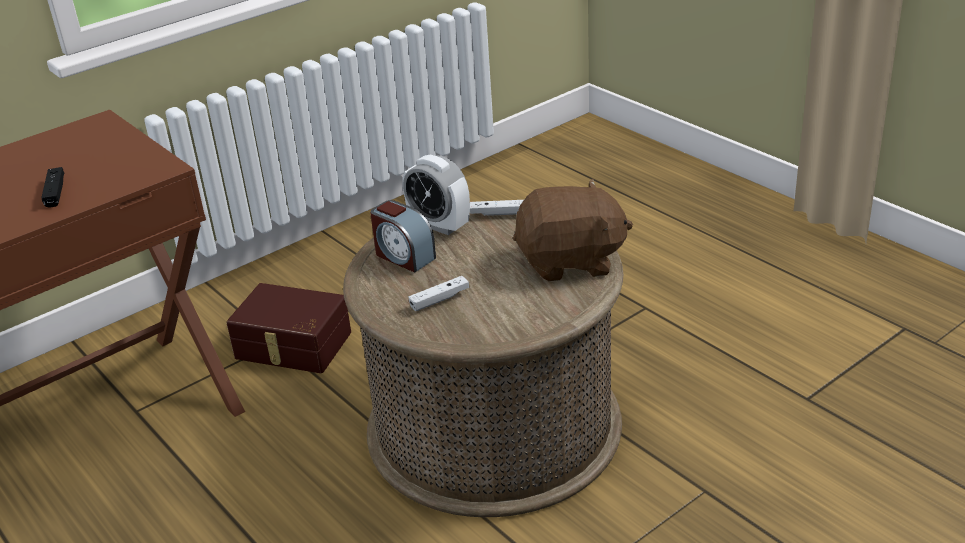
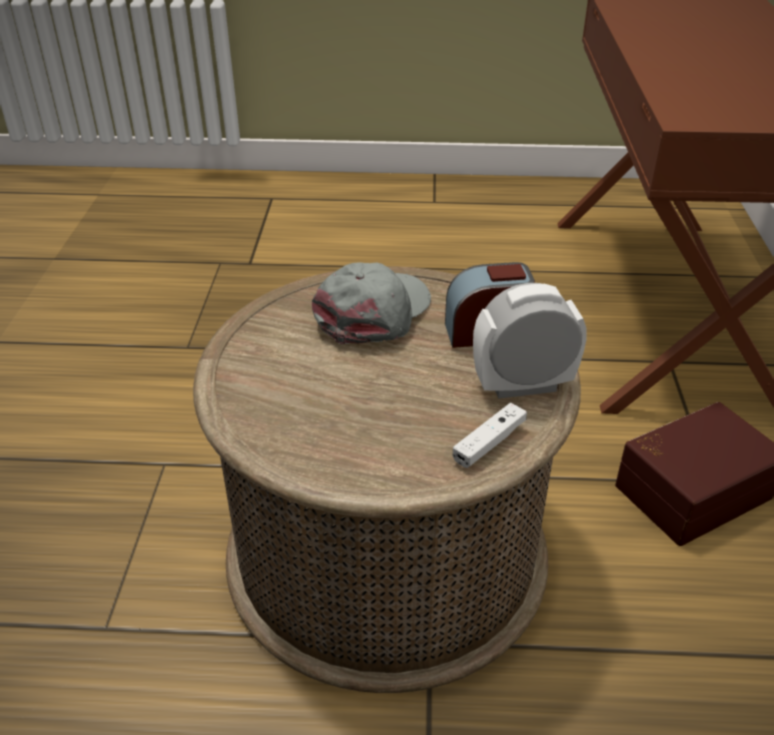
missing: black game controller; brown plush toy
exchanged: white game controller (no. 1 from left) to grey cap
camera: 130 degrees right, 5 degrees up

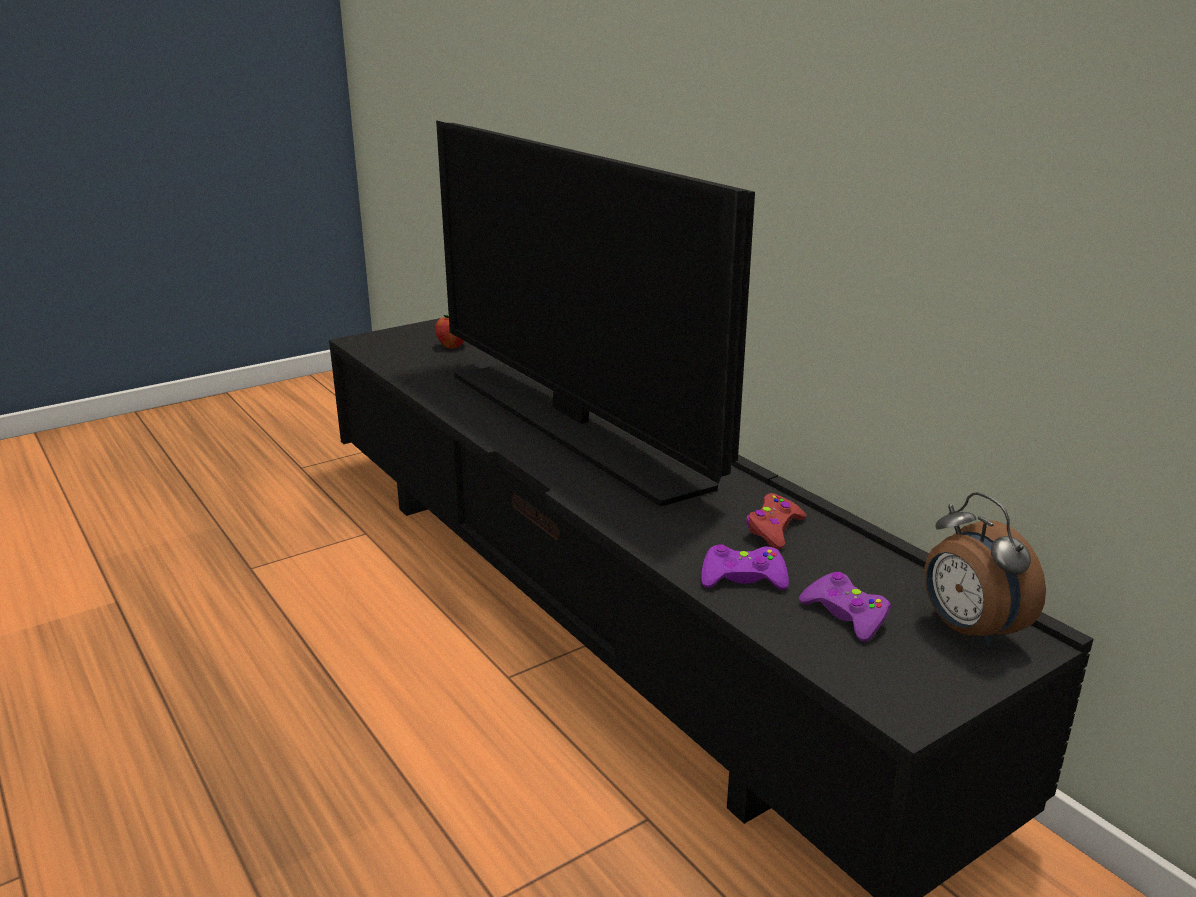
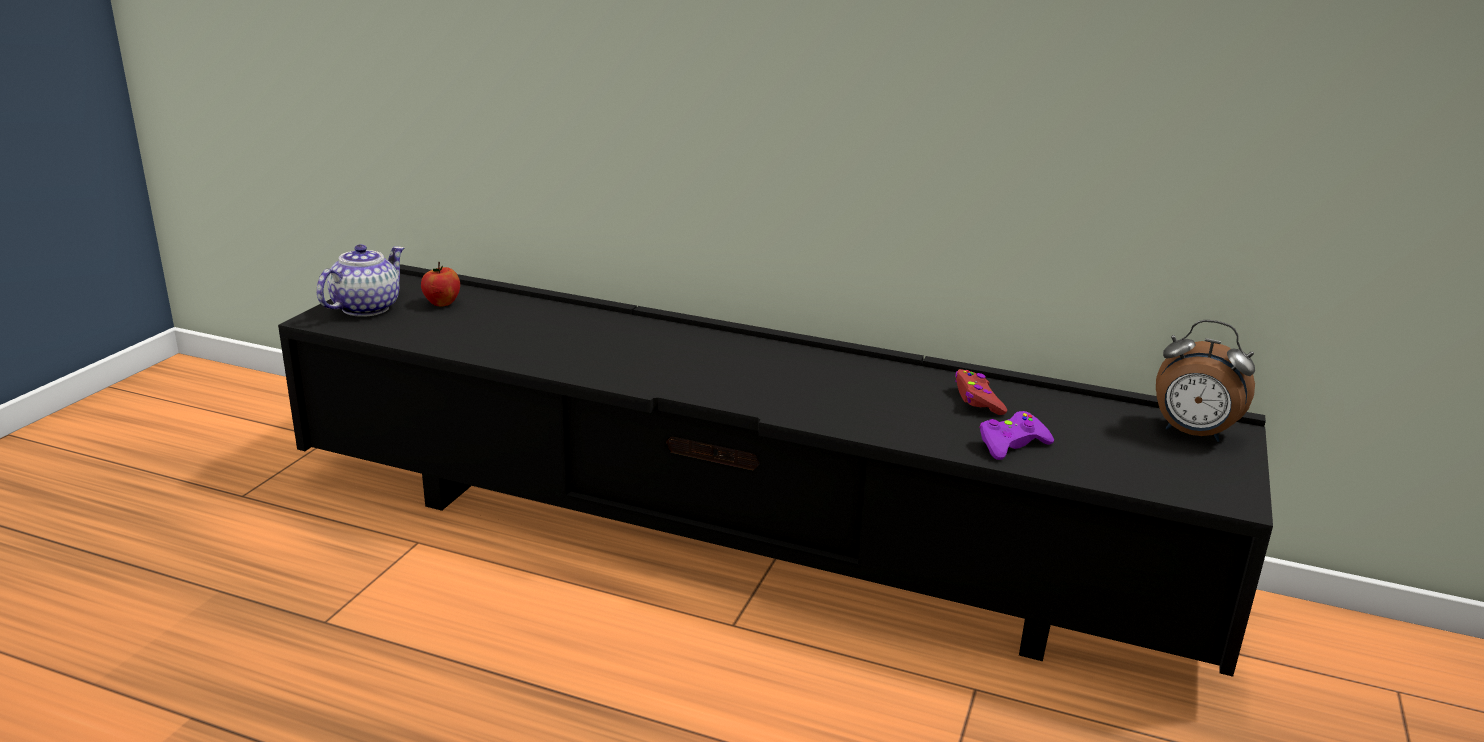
missing: television; purple game controller (no. 2 from left)
appeared: teapot
camera: 35 degrees left, 0 degrees up

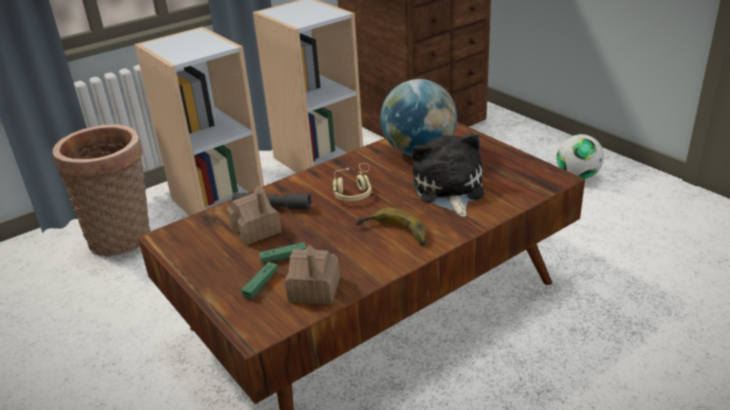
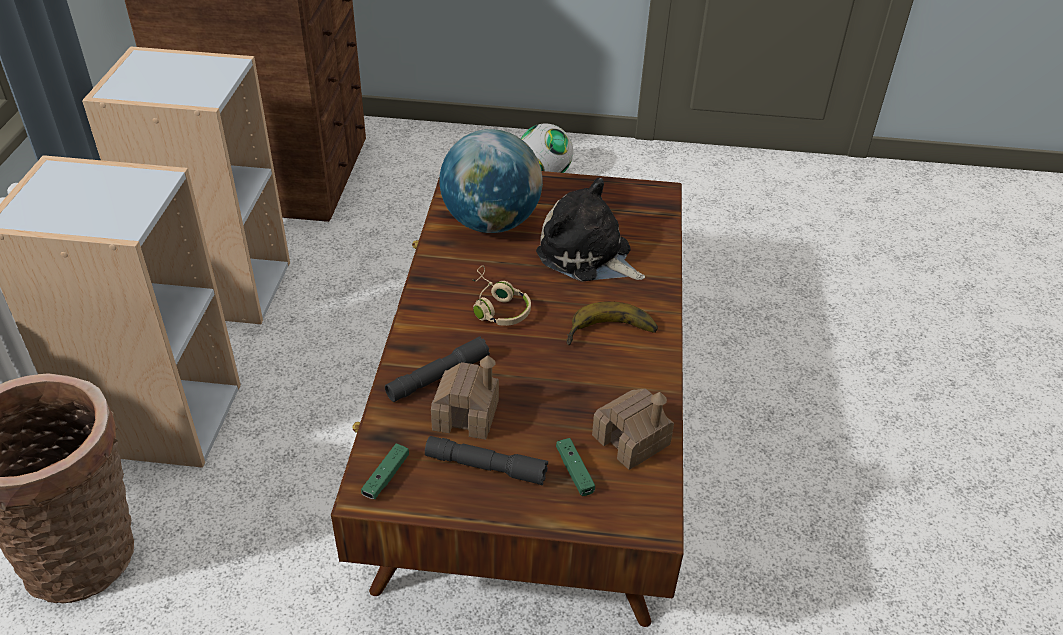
appeared: grey flashlight (no. 2 from left)
relocated: green game controller (no. 2 from left in the first image) to green game controller (no. 1 from left)
camera: 50 degrees left, 10 degrees up

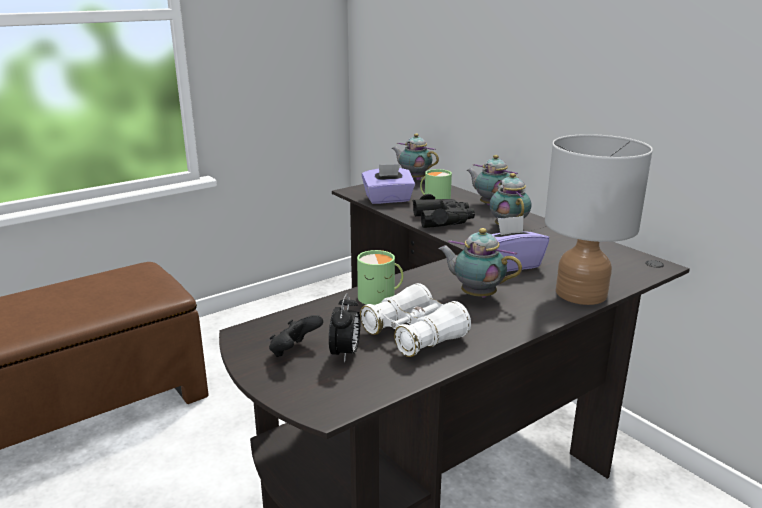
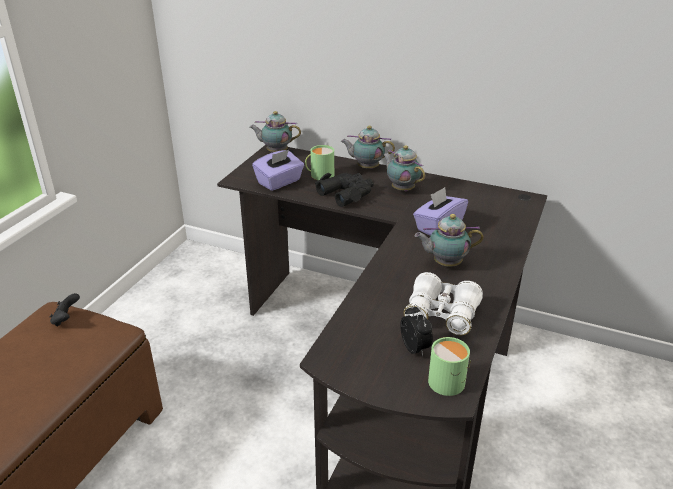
missing: grey table lamp
relocated: green mug (no. 1 from left in the first image) to green mug (no. 2 from left); black game controller
camera: 30 degrees left, 10 degrees up

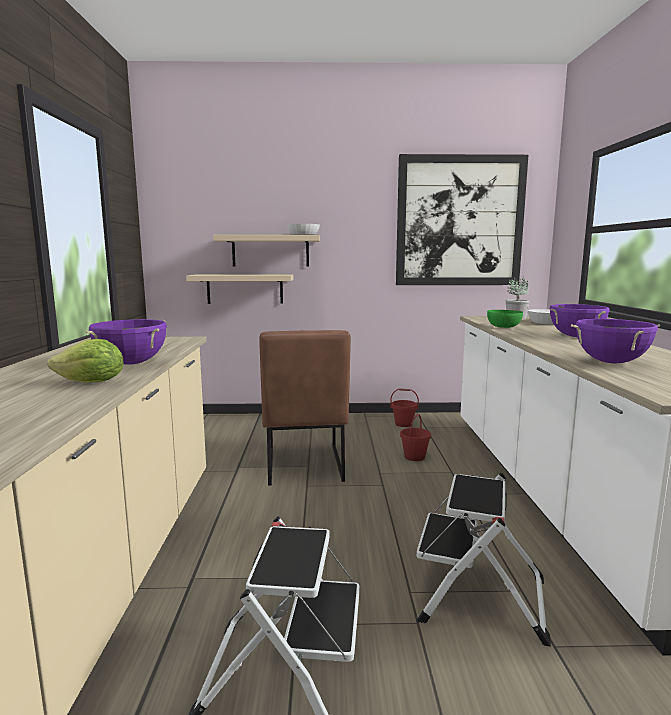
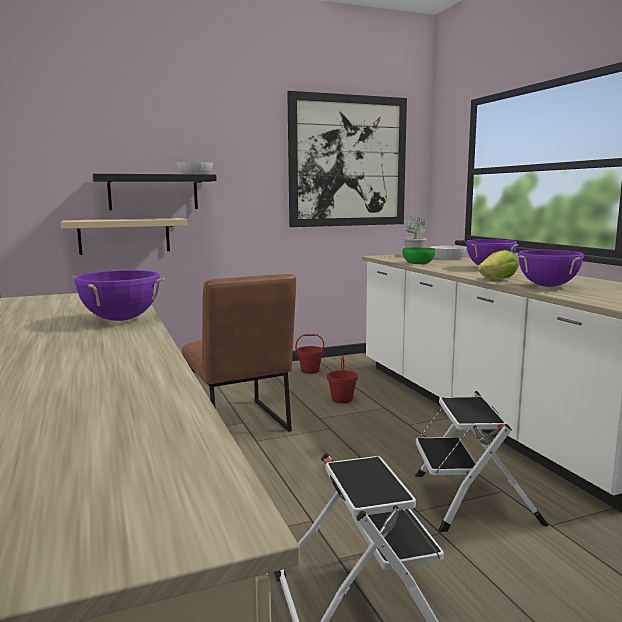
relocated: lettuce
colour: beige shelf (no. 2 from left) to black shelf
camera: 20 degrees left, 0 degrees up

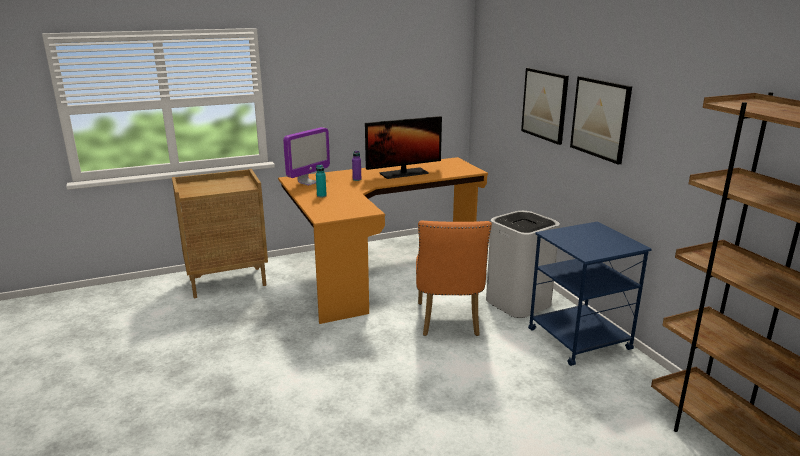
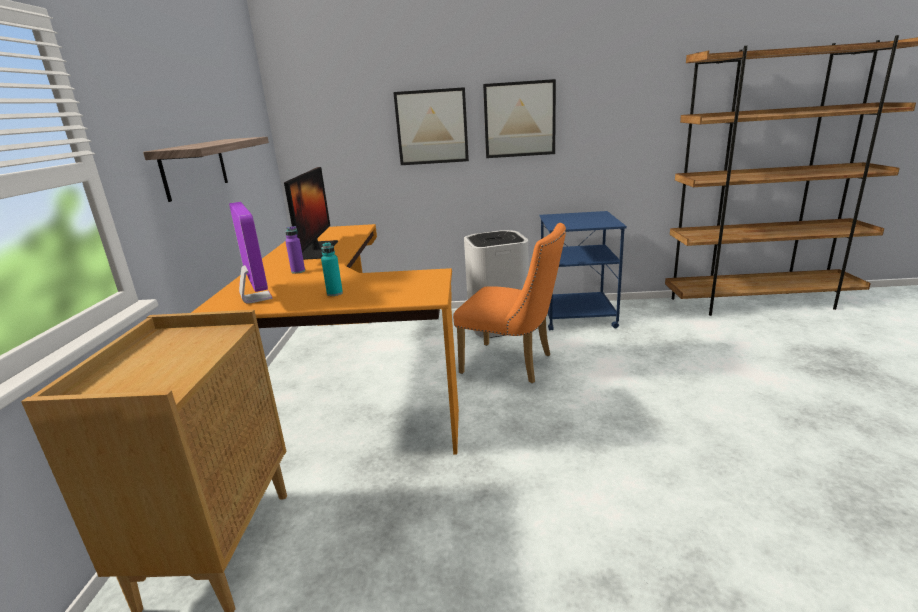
appeared: shelf
camera: 65 degrees left, 0 degrees up

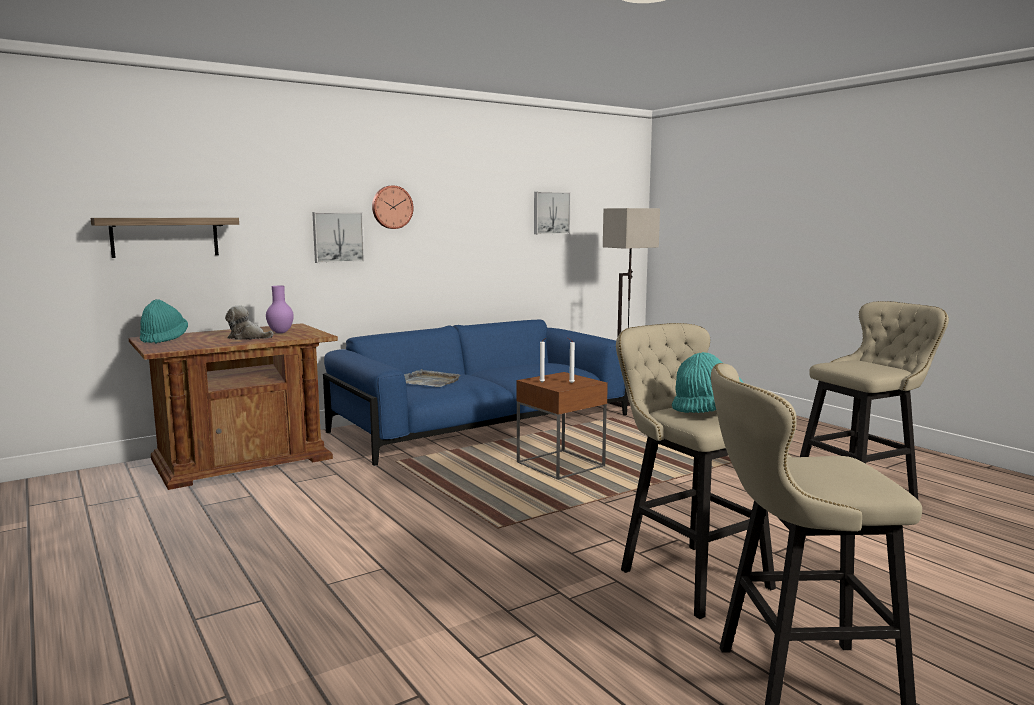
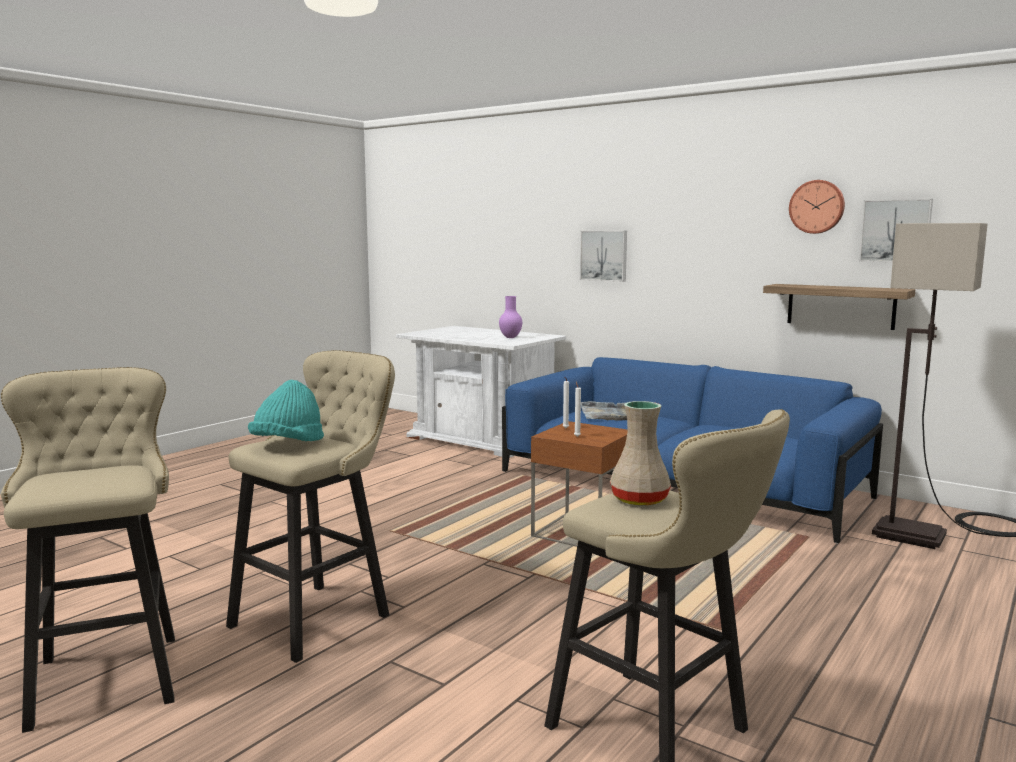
missing: turquoise hat (no. 1 from left); plush toy
appeared: beige vase
relocated: wall clock; shelf
colour: brown cabinet to white cabinet
camera: 70 degrees right, 0 degrees up

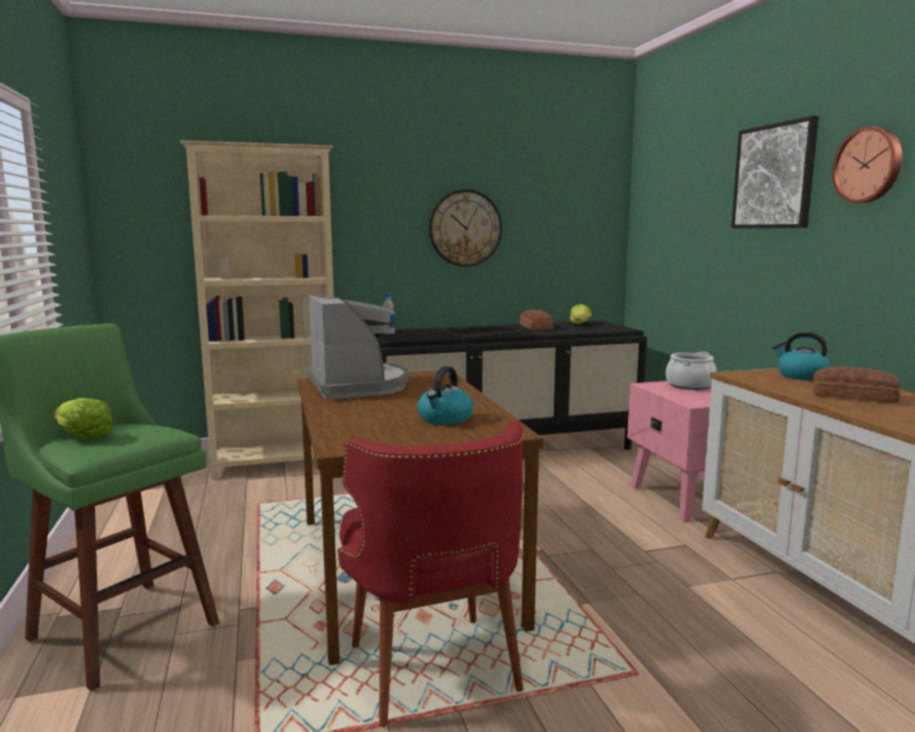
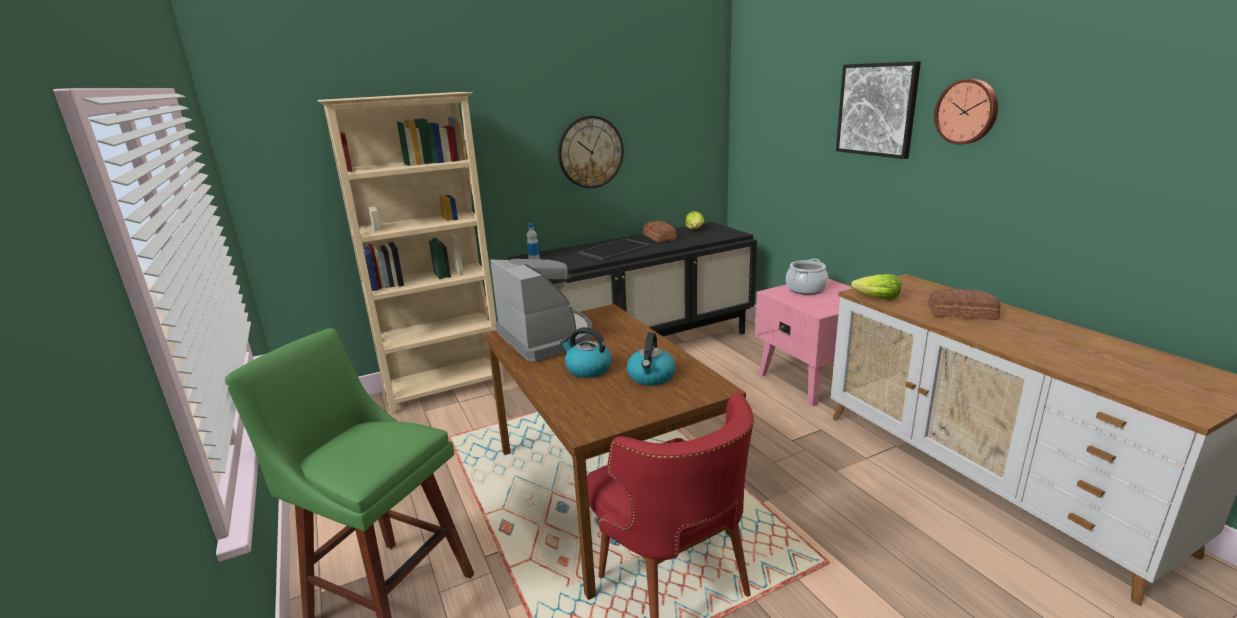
relocated: kettle (no. 2 from left in the first image) to kettle (no. 1 from left); lettuce (no. 1 from left in the first image) to lettuce (no. 2 from left)
camera: 10 degrees left, 10 degrees up

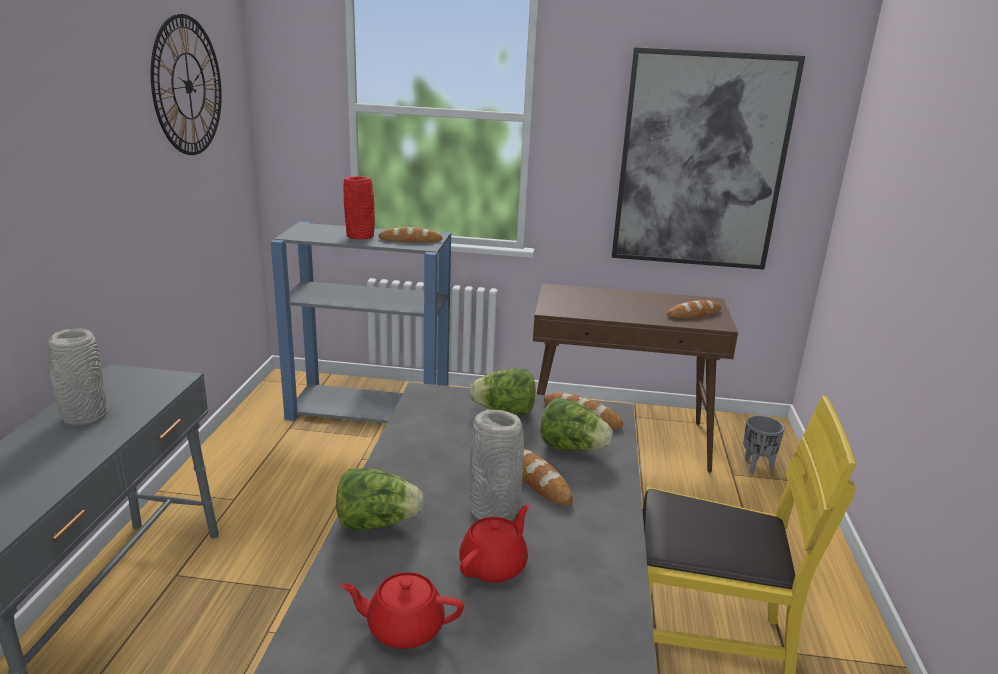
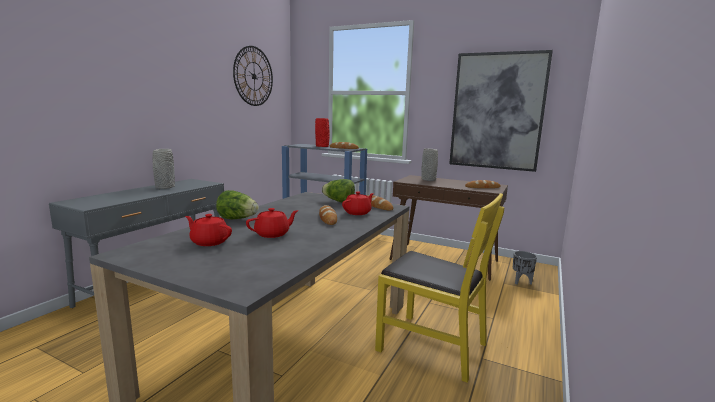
relocated: grey vase (no. 2 from left)
exchanged: lettuce (no. 3 from left) to red teapot (no. 3 from left)
camera: 20 degrees right, 10 degrees down

